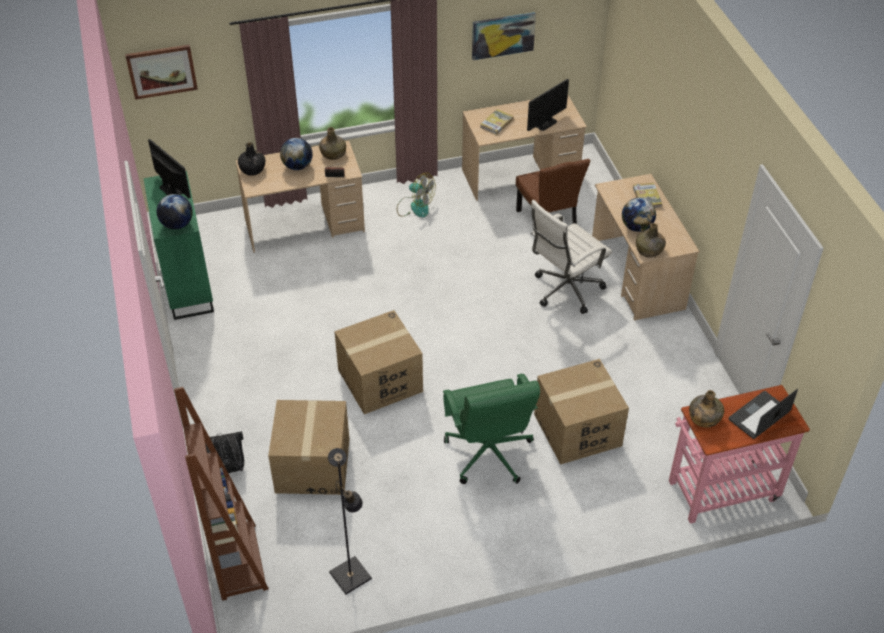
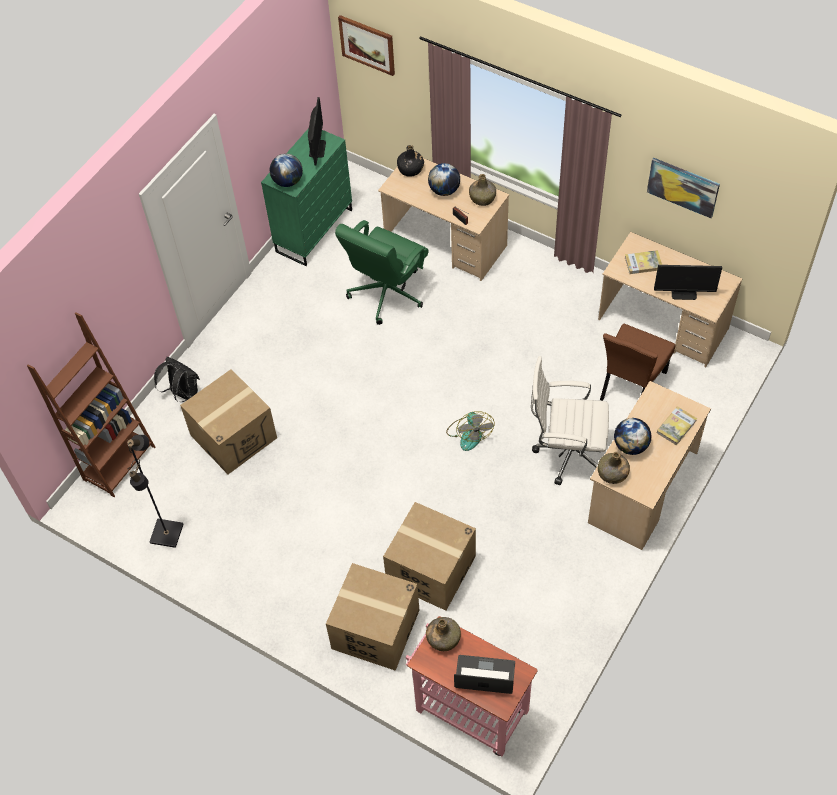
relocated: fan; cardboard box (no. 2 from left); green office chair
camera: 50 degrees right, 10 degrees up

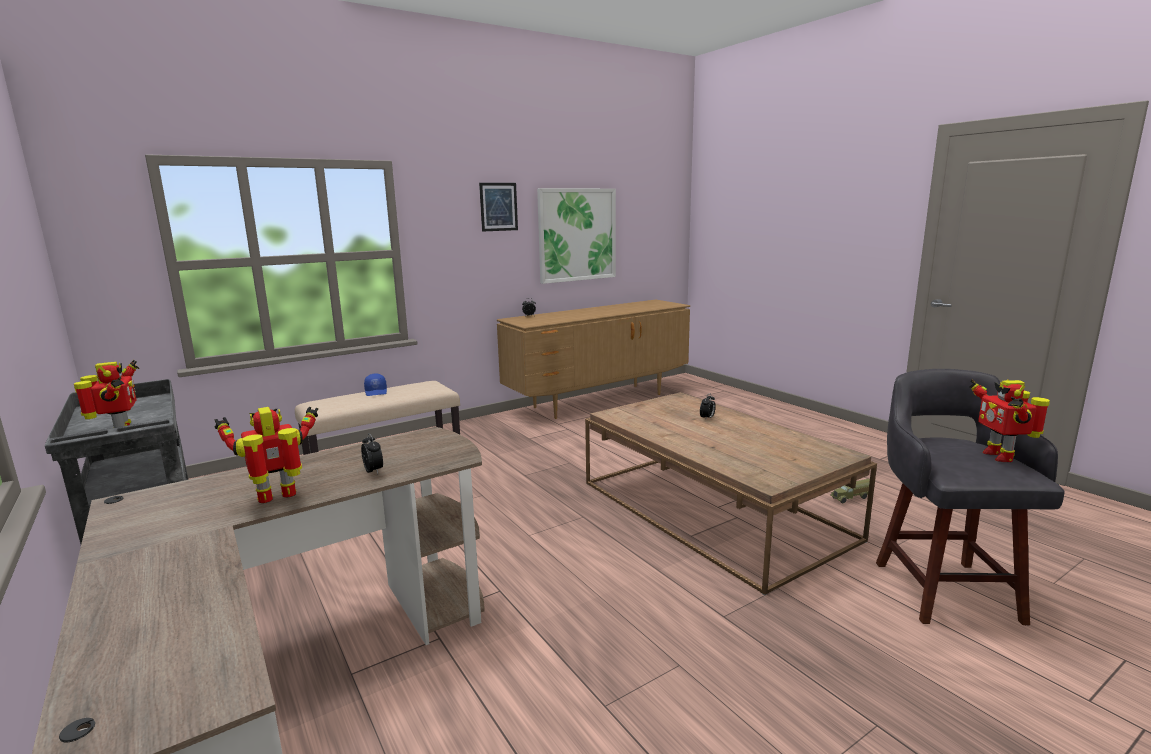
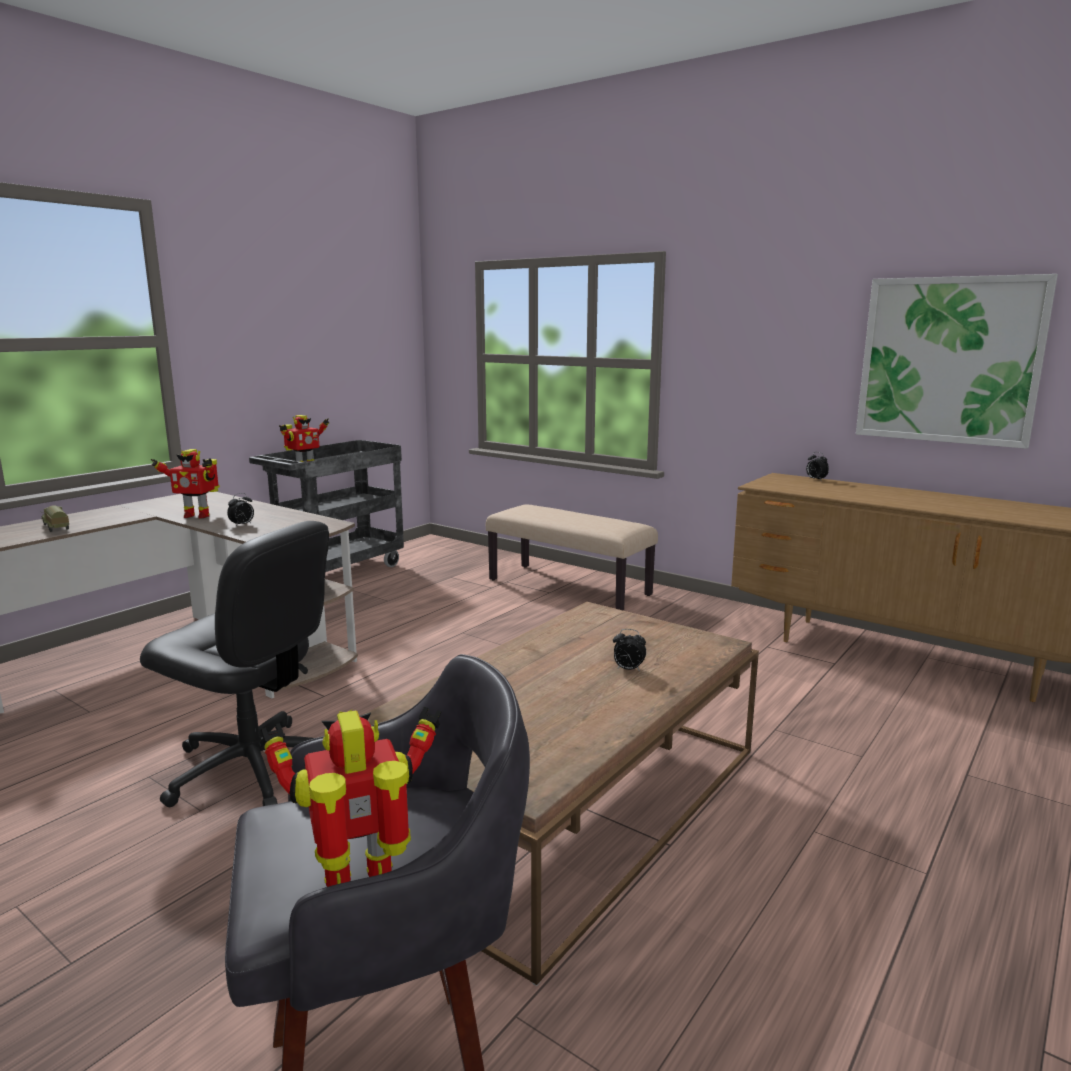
missing: picture (no. 1 from left); blue cap
appeared: black office chair
relocated: toy truck
spun: toy robot (no. 2 from left in the first image) 150 degrees clockwise
camera: 70 degrees right, 0 degrees up

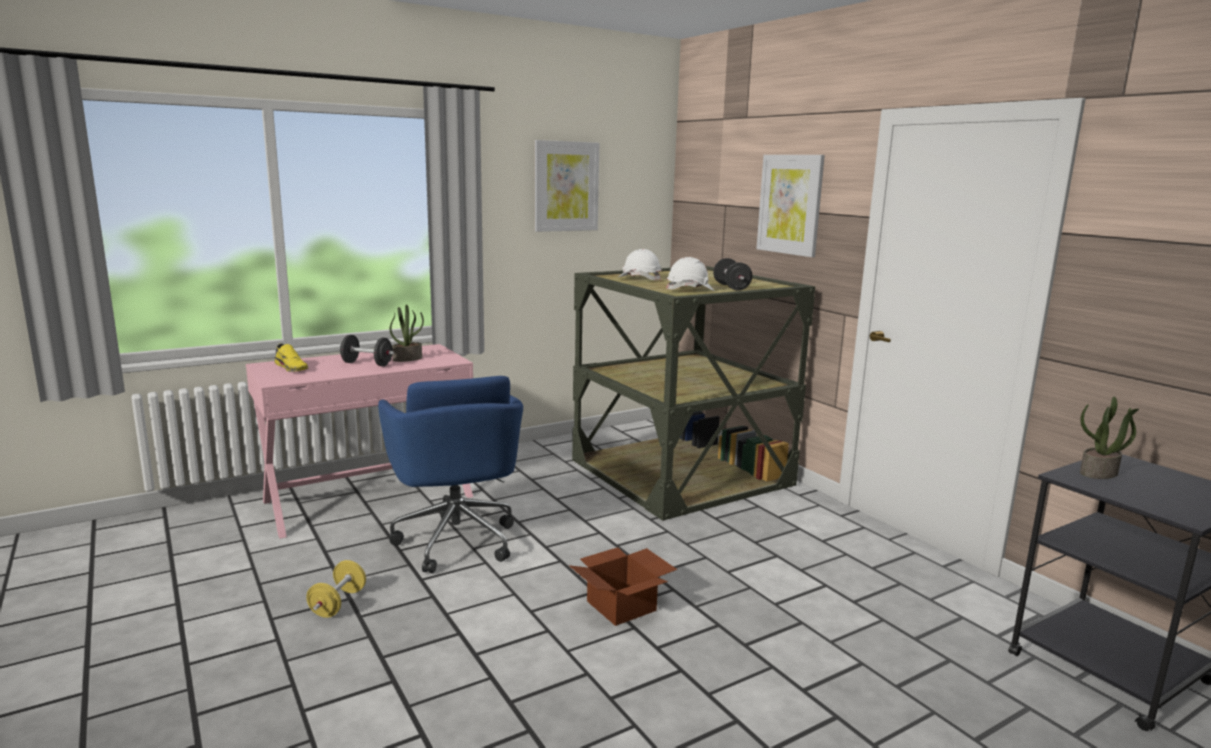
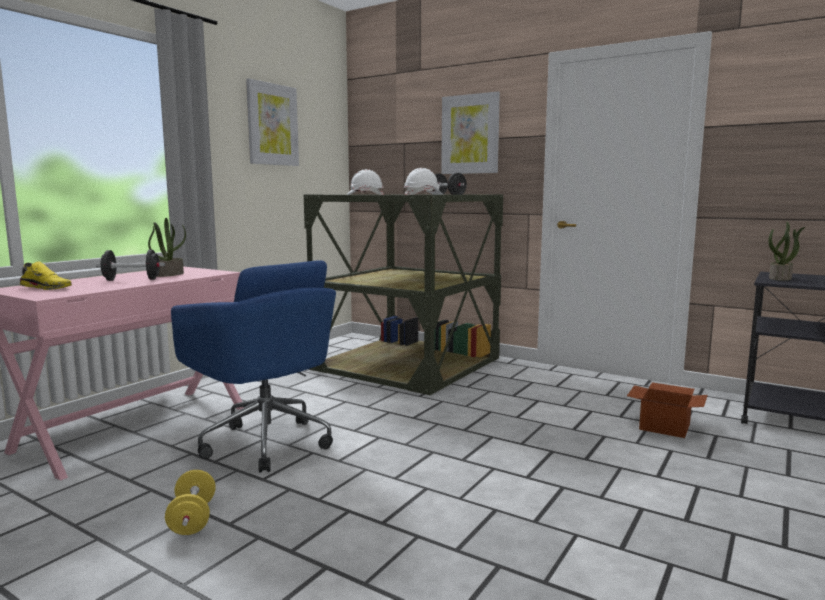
relocated: cardboard box
camera: 25 degrees left, 5 degrees down

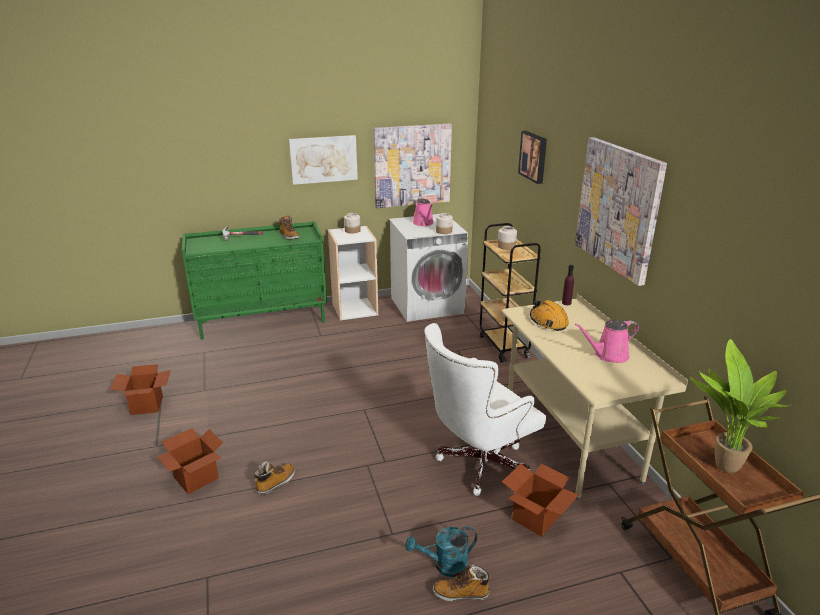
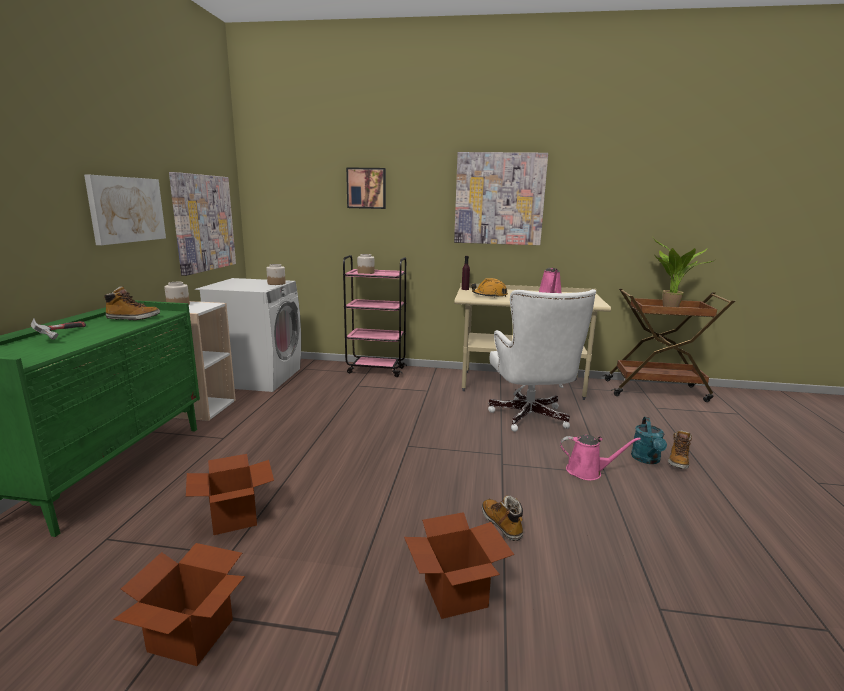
relocated: pink watering can (no. 1 from left in the first image) to pink watering can (no. 2 from left); cardboard box (no. 3 from left in the first image) to cardboard box (no. 2 from left)
colour: brown cart (no. 1 from left) to pink cart
camera: 65 degrees left, 10 degrees down

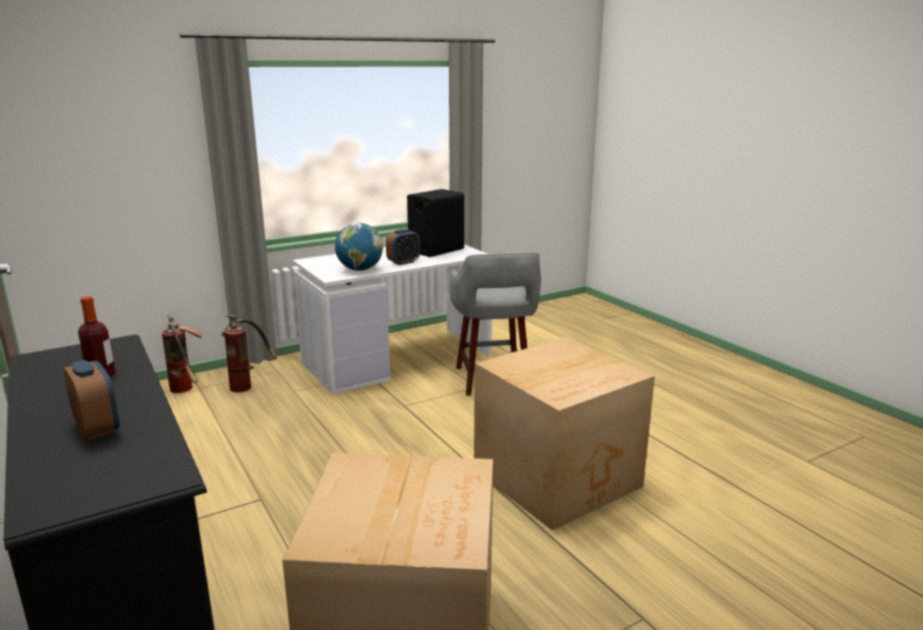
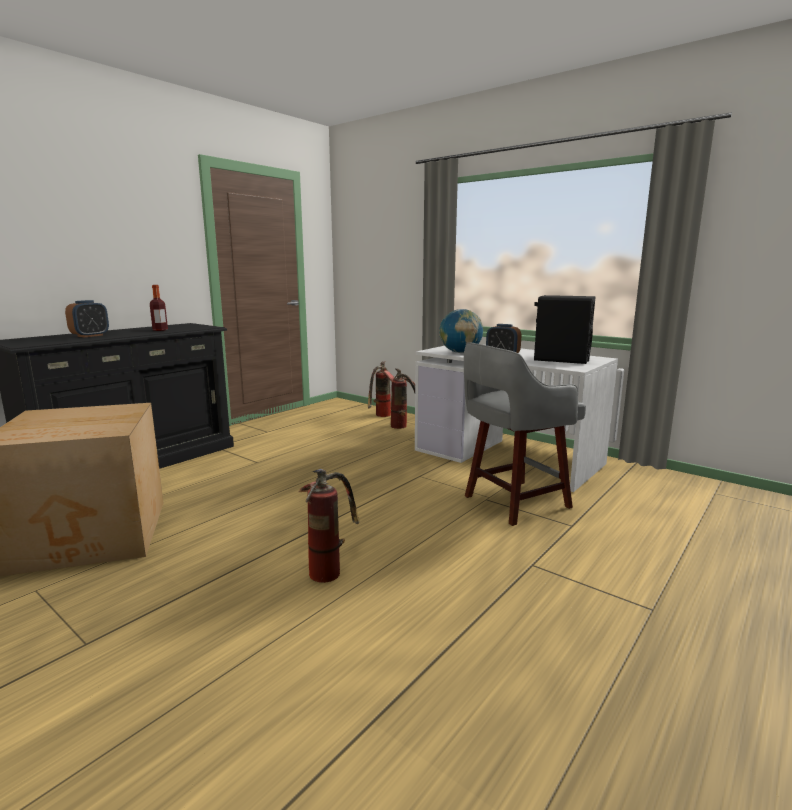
exchanged: cardboard box (no. 2 from left) to fire extinguisher (no. 1 from left)
camera: 70 degrees right, 5 degrees down

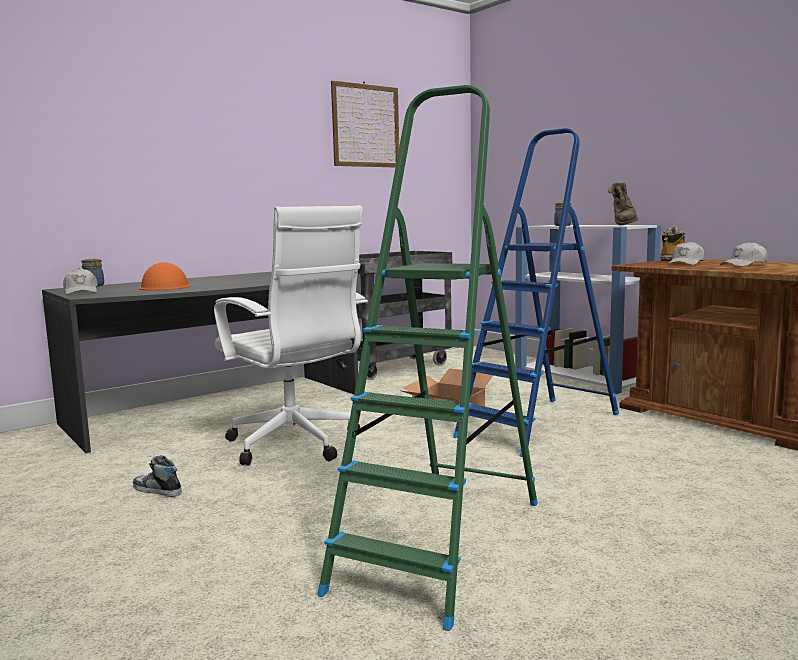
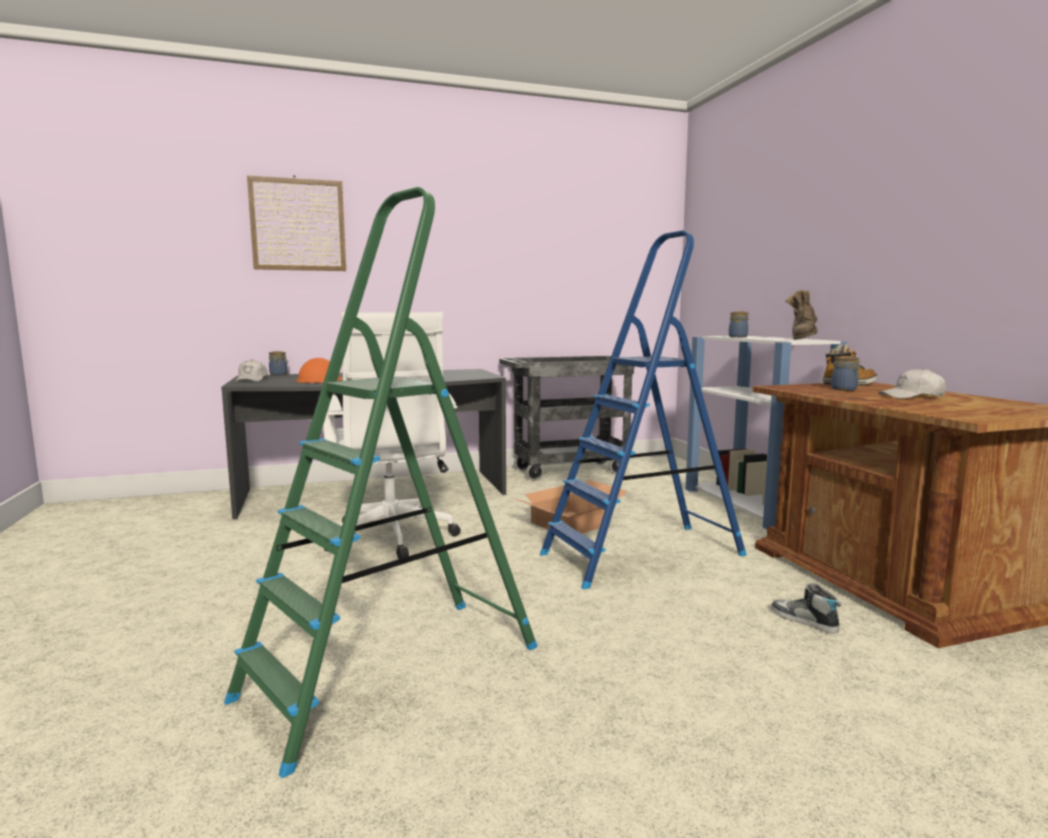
relocated: picture; shoe
exchanged: white cap (no. 2 from left) to jar (no. 3 from left)
camera: 20 degrees right, 0 degrees up

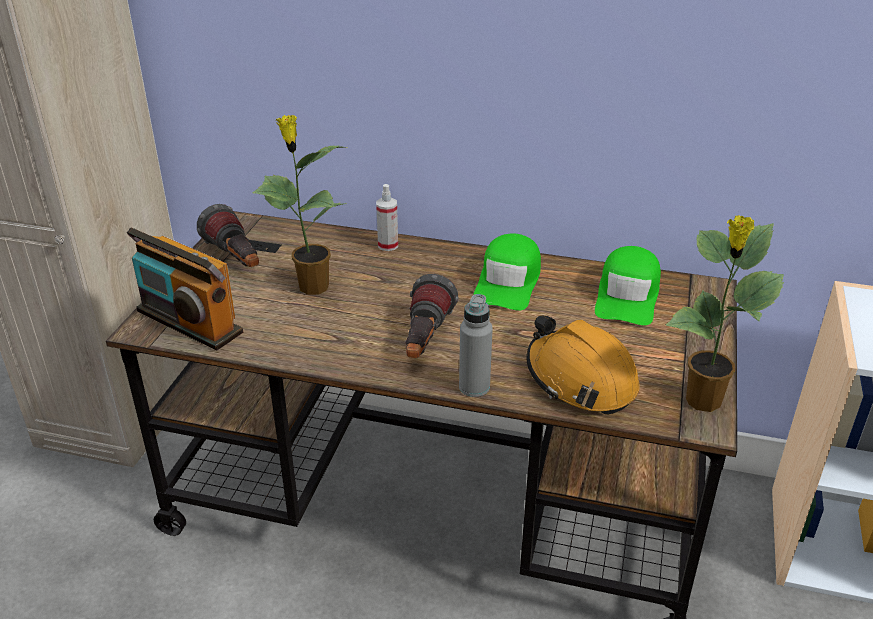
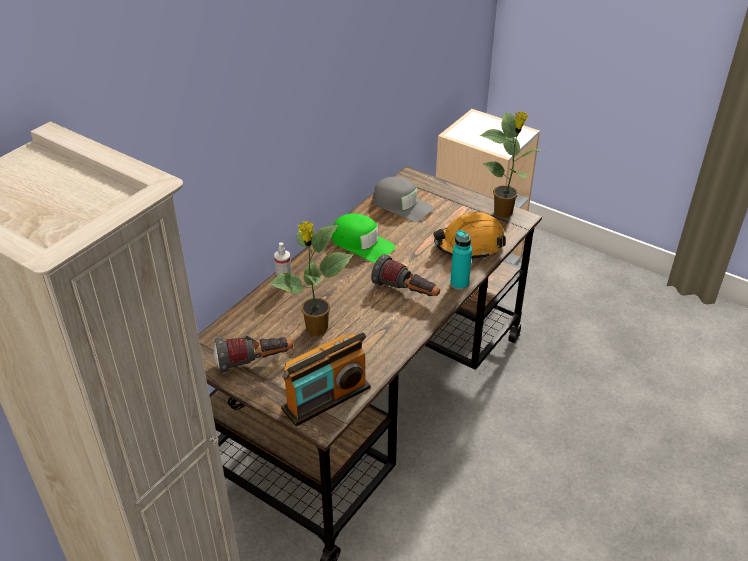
colour: green cap (no. 2 from left) to grey cap; grey bottle to turquoise bottle
camera: 70 degrees left, 5 degrees up

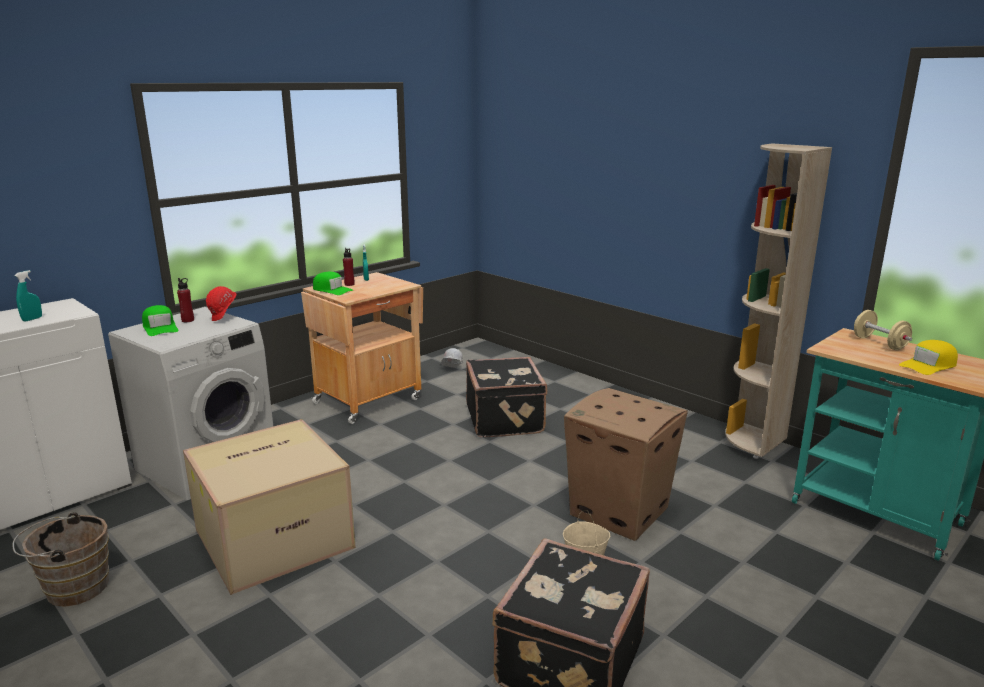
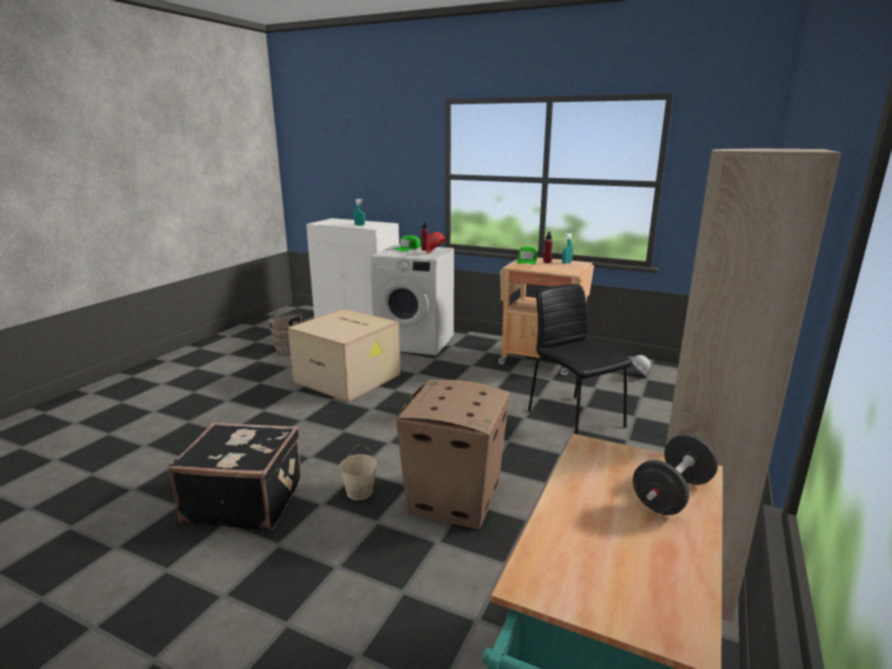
missing: yellow cap
exchanged: black suitcase (no. 1 from left) to black chair
colour: beige dumbbell to black dumbbell
camera: 70 degrees right, 0 degrees up

